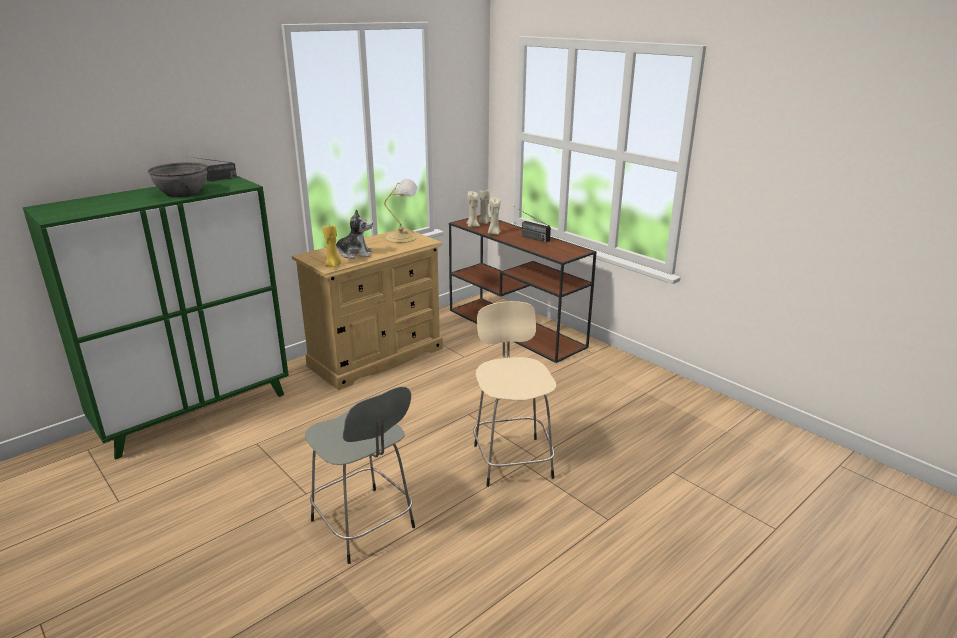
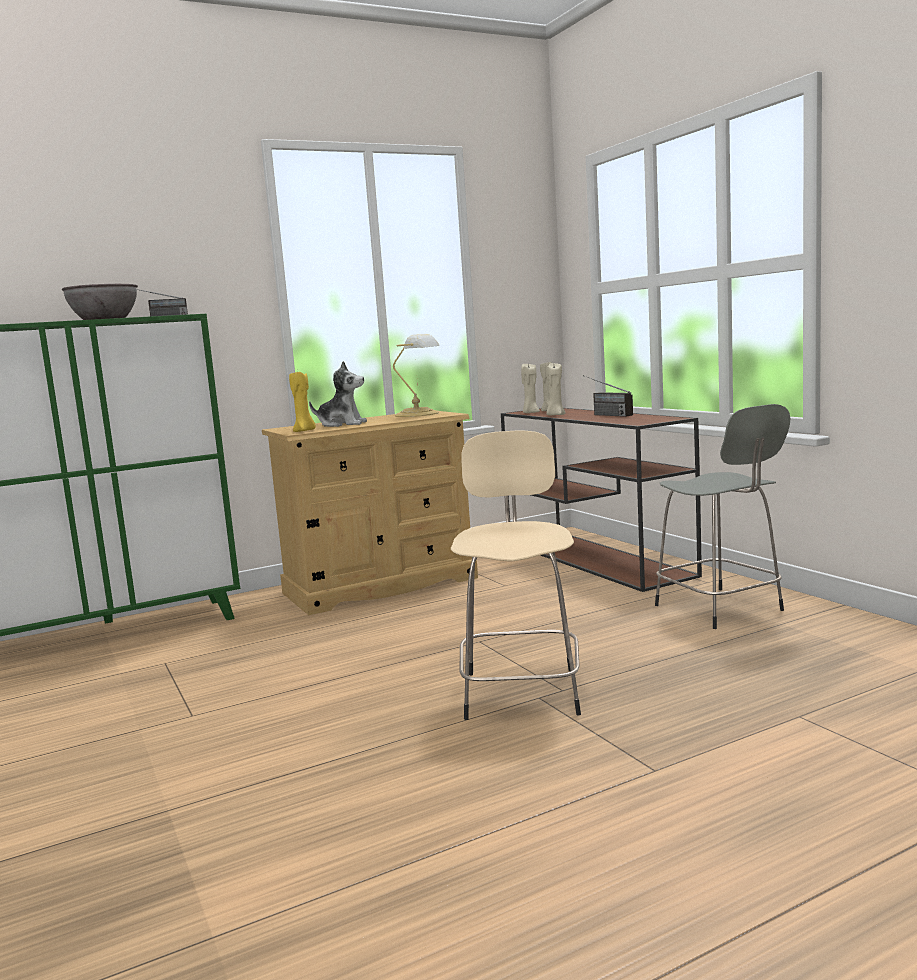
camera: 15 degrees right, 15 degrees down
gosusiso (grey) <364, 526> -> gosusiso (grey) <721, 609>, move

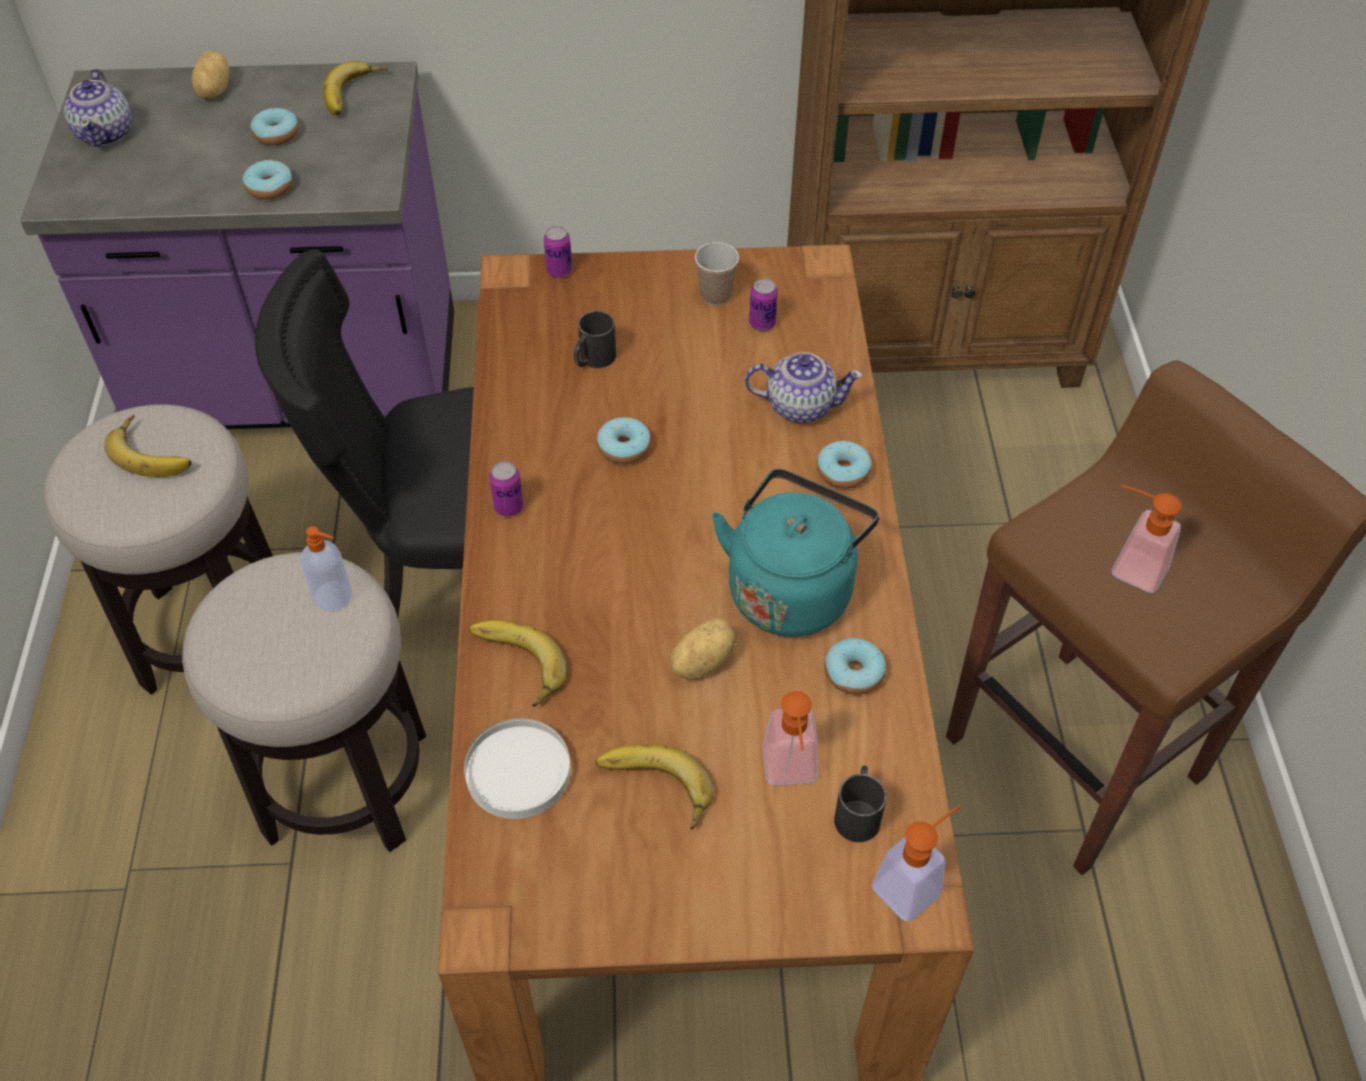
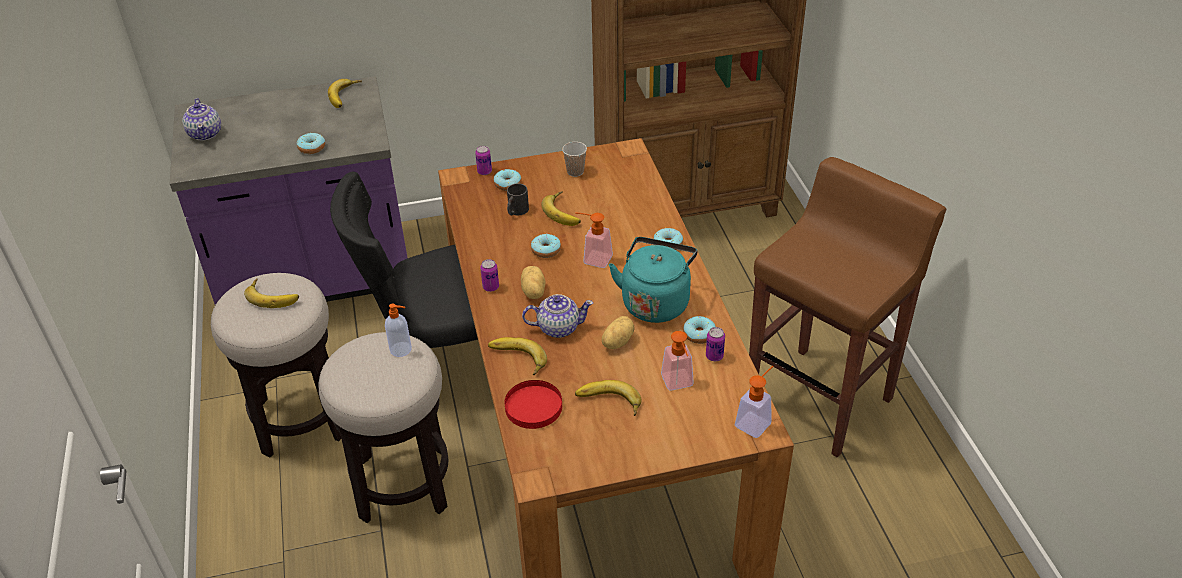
camera: 10 degrees left, 10 degrees down
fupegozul <276, 134> -> fupegozul <507, 184>, move
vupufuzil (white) <517, 771> -> vupufuzil (red) <533, 406>
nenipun <213, 91> -> nenipun <532, 292>, move
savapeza <799, 405> -> savapeza <558, 327>, move
none -> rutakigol <564, 212>
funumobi <1129, 566> -> funumobi <593, 258>, move
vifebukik <762, 323> -> vifebukik <714, 356>, move
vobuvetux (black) <858, 812> -> none

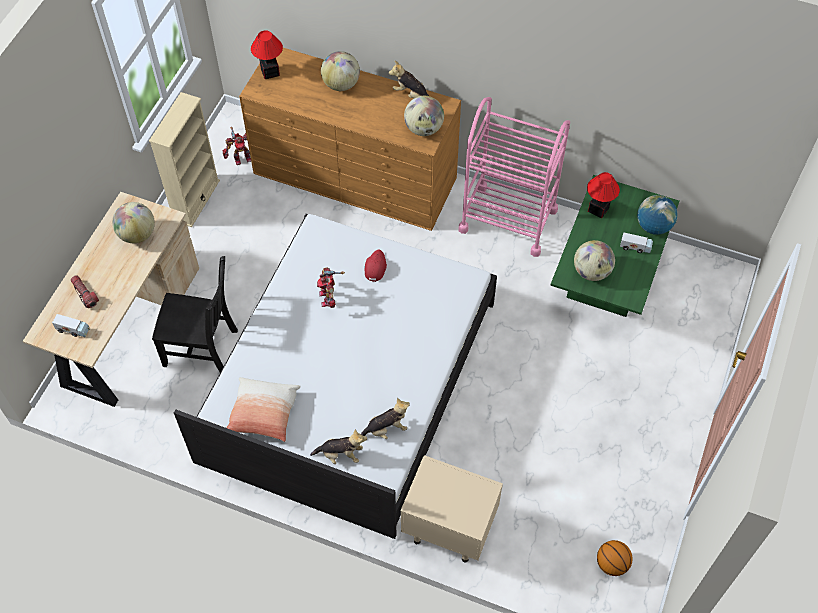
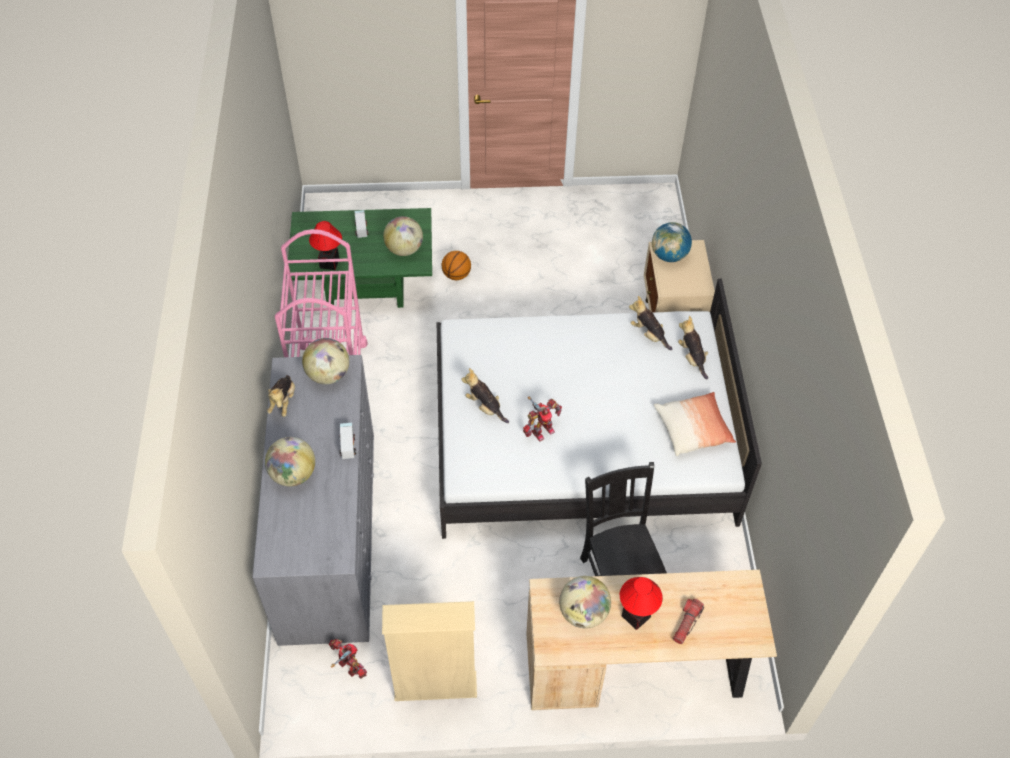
camera: 115 degrees left, 5 degrees down
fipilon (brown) <355, 175> -> fipilon (grey) <328, 533>
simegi <73, 329> -> simegi <347, 444>, move
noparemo <612, 564> -> noparemo <456, 275>, move
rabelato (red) <375, 267> -> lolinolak <485, 407>
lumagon <270, 72> -> lumagon <636, 617>, move
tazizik <653, 226> -> tazizik <669, 256>, move

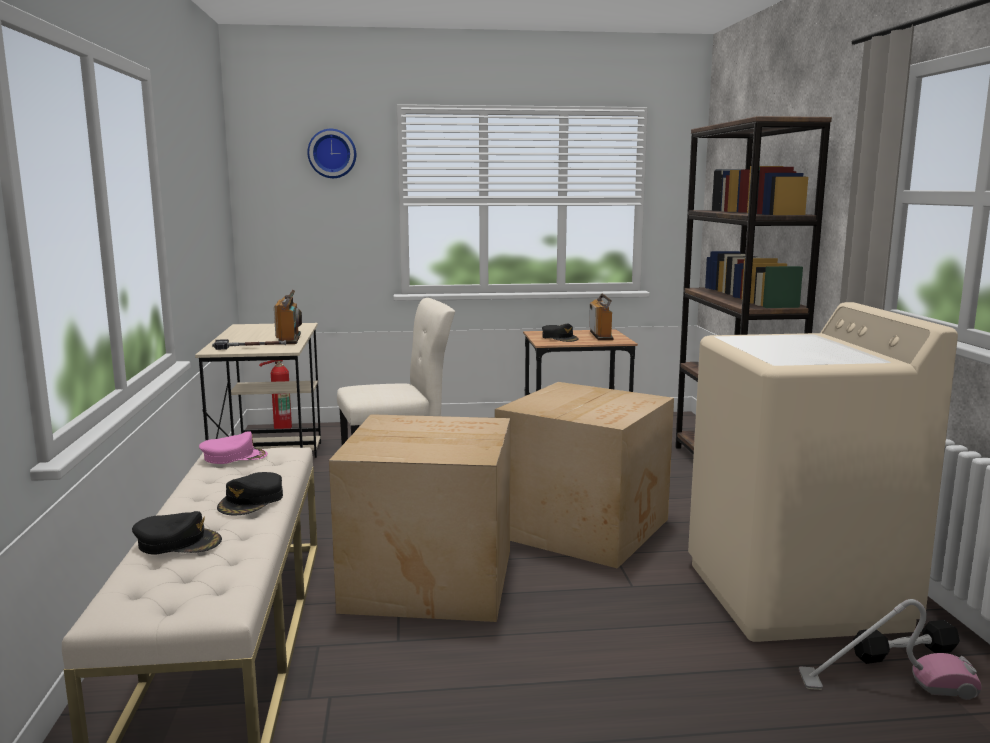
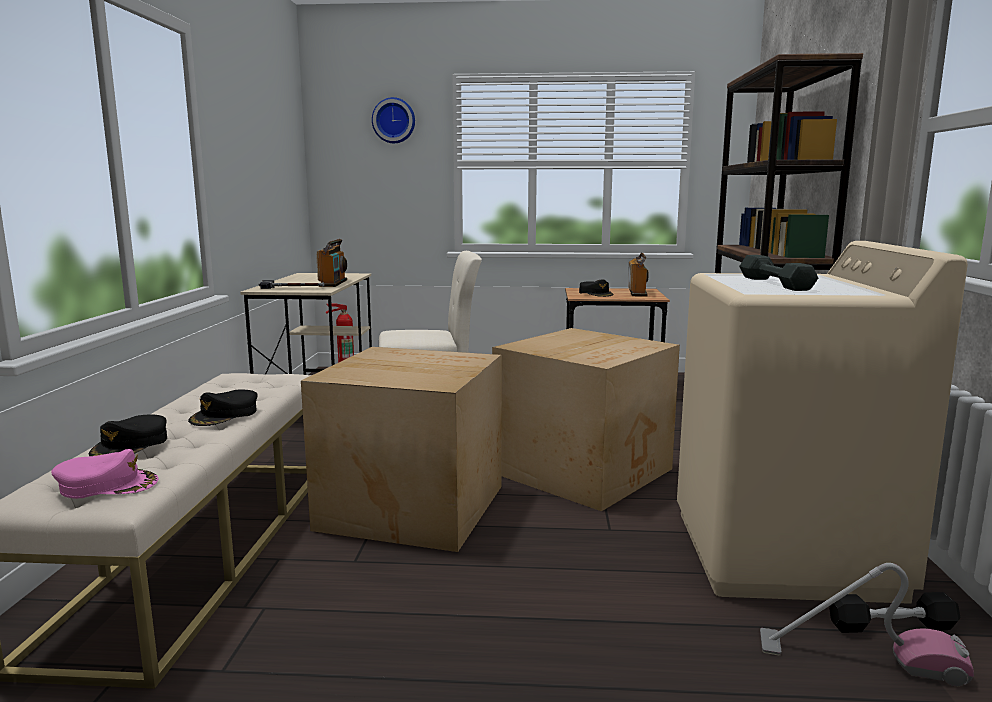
camera: 10 degrees right, 0 degrees up
rabelato (pink) <234, 456> -> rabelato (pink) <107, 485>, move
rabelato (black) <178, 542> -> rabelato (black) <131, 445>, 90 degrees clockwise
none -> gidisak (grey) <775, 283>

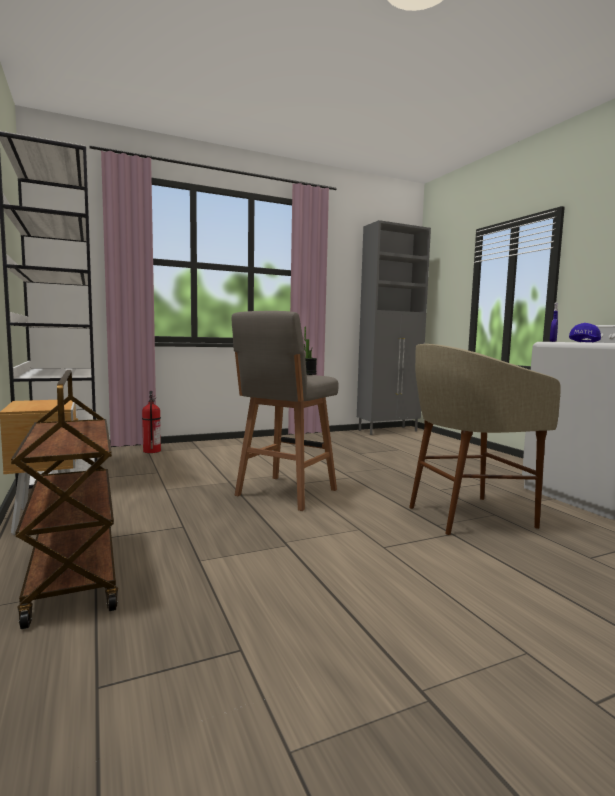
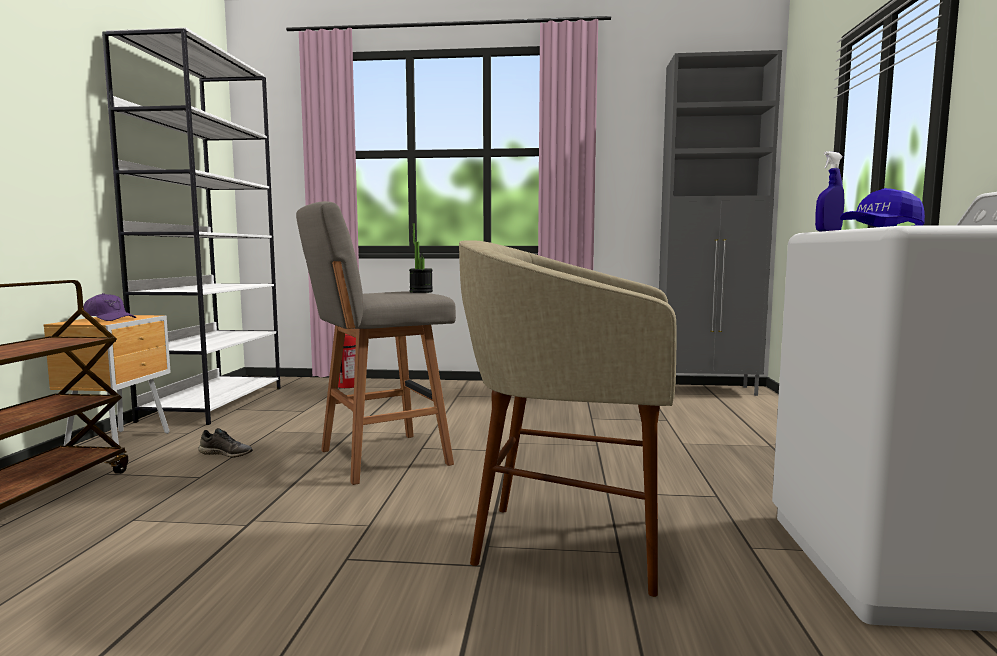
camera: 30 degrees right, 0 degrees up
none -> rabelato (purple) <109, 318>
none -> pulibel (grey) <227, 454>

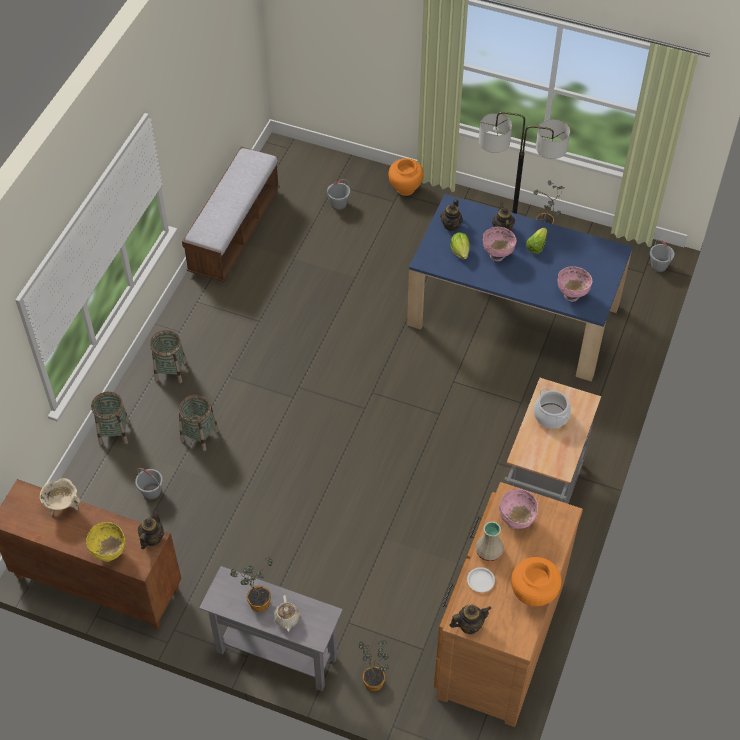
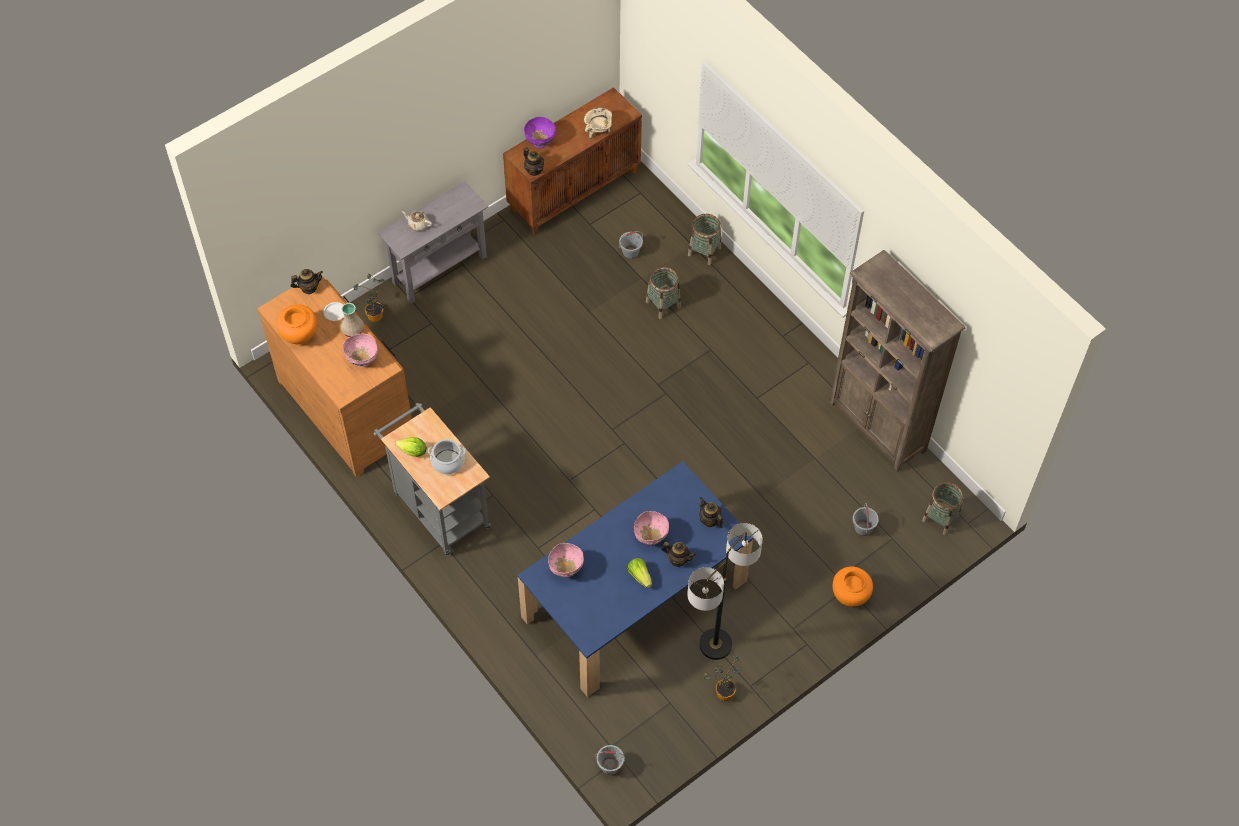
camera: 120 degrees right, 5 degrees up
savapeza <469, 625> -> savapeza <309, 288>, 120 degrees counterclockwise
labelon <460, 251> -> labelon <413, 452>, move
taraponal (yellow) <109, 553> -> taraponal (purple) <540, 143>
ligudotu <235, 231> -> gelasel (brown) <877, 427>
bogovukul <170, 371> -> bogovukul <940, 518>, move
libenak <256, 601> -> none

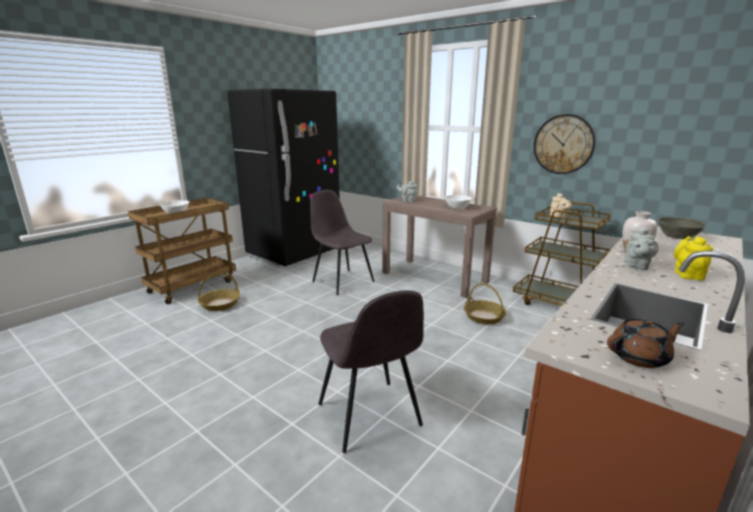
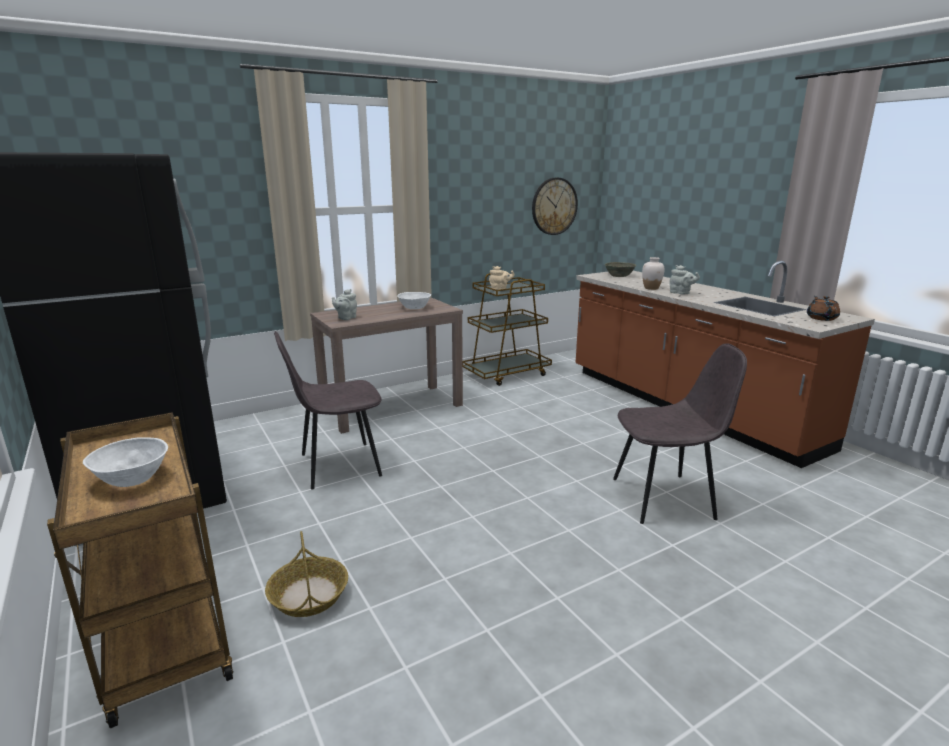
camera: 70 degrees left, 0 degrees up
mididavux <563, 144> -> mididavux <554, 206>, move
bogovukul <484, 317> -> none
savapeza (yellow) <687, 274> -> none

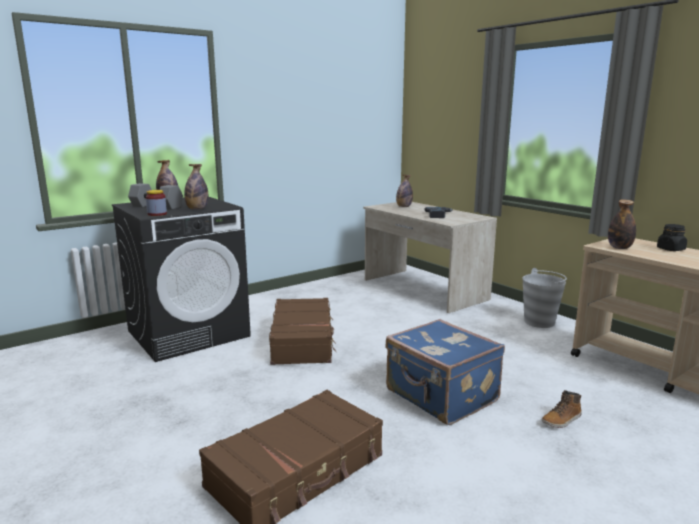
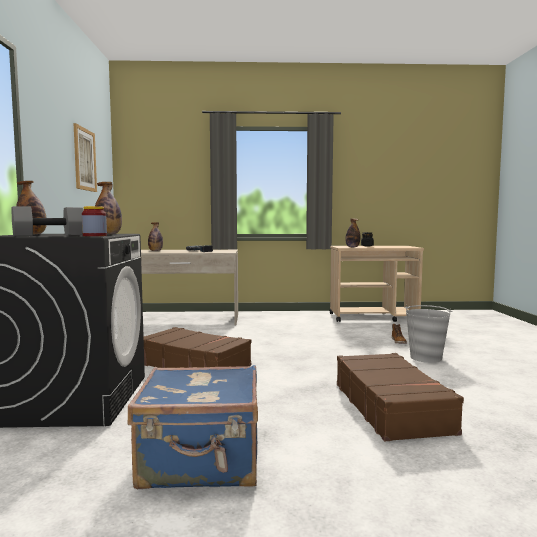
camera: 55 degrees left, 10 degrees down
none -> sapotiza <85, 159>
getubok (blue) <440, 396> -> getubok (blue) <202, 462>, move
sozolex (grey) <539, 322> -> sozolex (grey) <426, 358>, move

